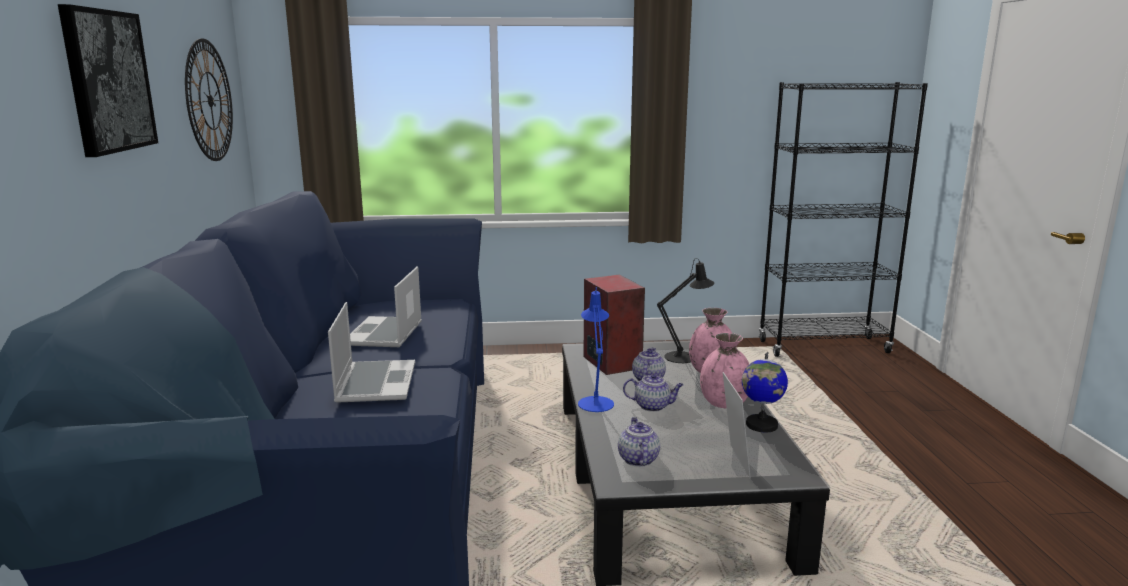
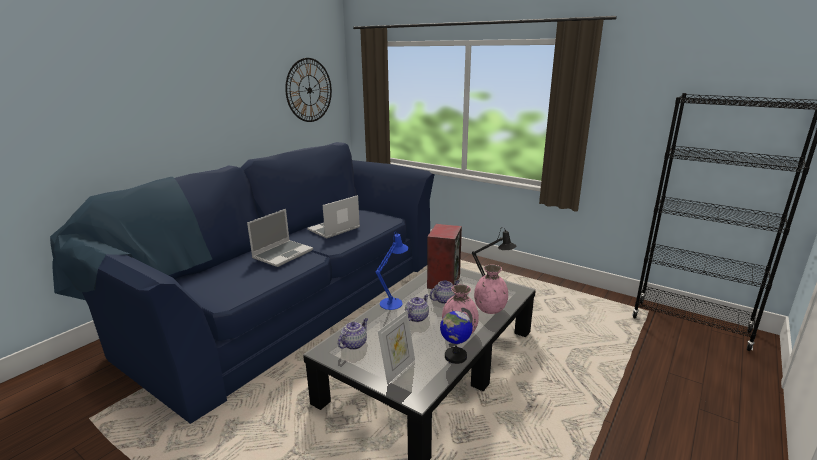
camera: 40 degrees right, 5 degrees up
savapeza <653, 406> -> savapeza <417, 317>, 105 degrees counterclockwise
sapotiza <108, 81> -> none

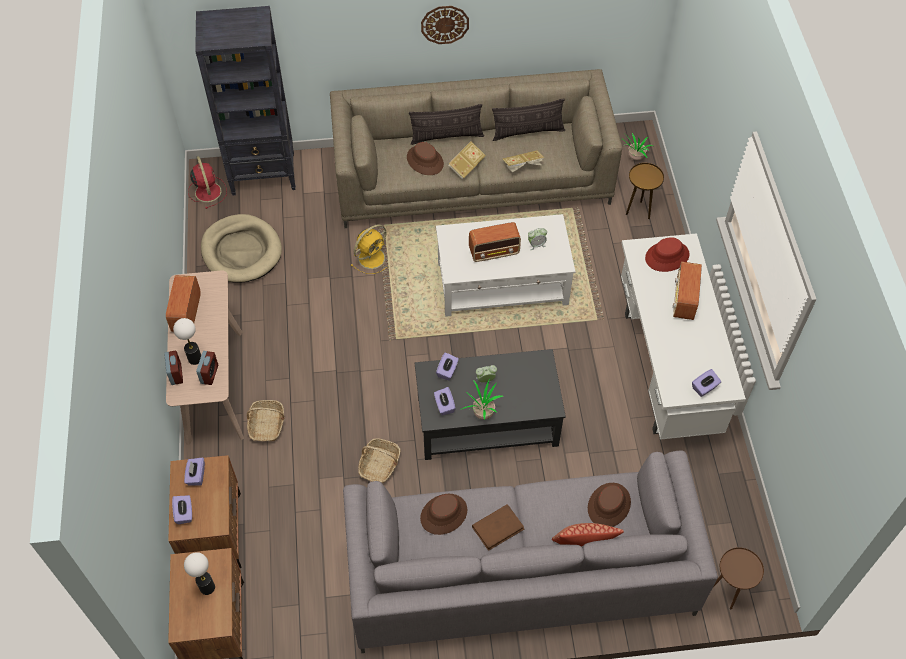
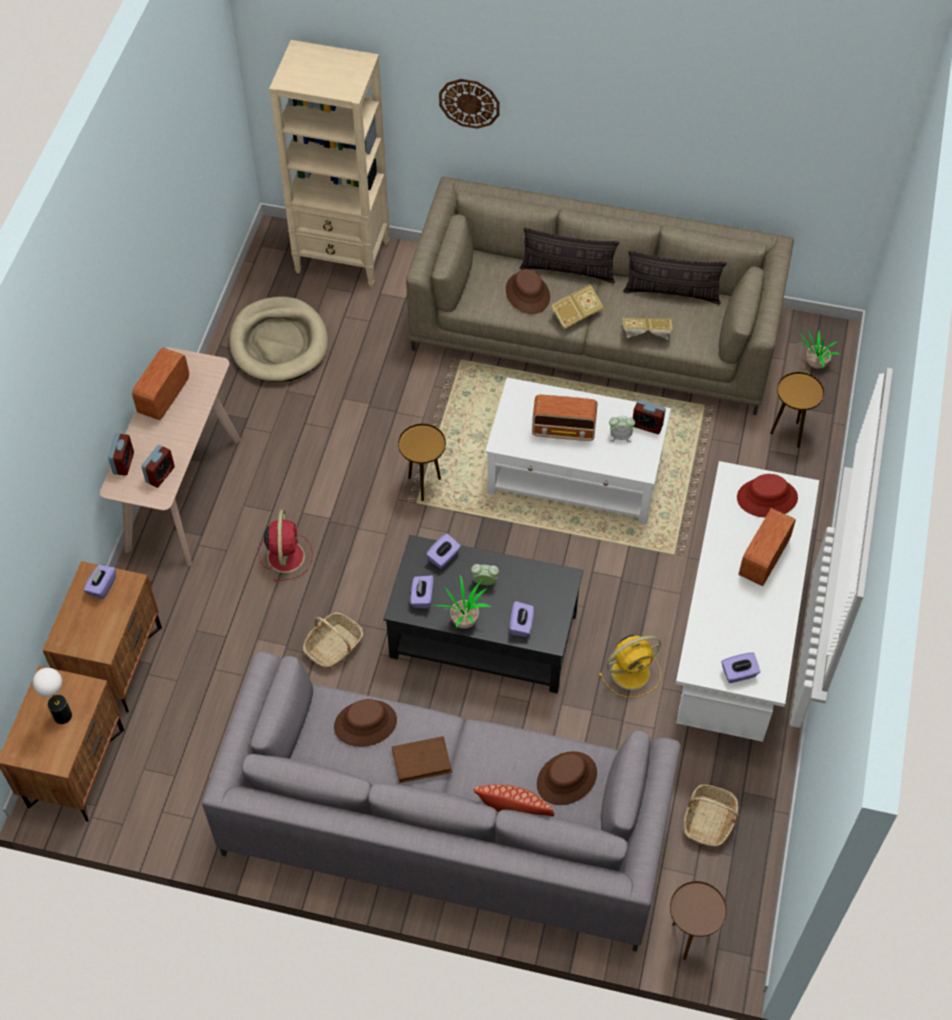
camera: 20 degrees right, 0 degrees up
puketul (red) <207, 191> -> puketul (red) <286, 555>, move
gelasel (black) <264, 174> -> gelasel (beige) <343, 257>
none -> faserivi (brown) <424, 485>
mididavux <444, 24> -> mididavux <469, 103>, move
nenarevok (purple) <184, 513> -> nenarevok (purple) <521, 625>, move
puketul (yellow) <372, 257> -> puketul (yellow) <632, 671>, move
none -> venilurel <647, 425>
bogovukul <267, 425> -> bogovukul <709, 820>, move
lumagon <195, 358> -> none

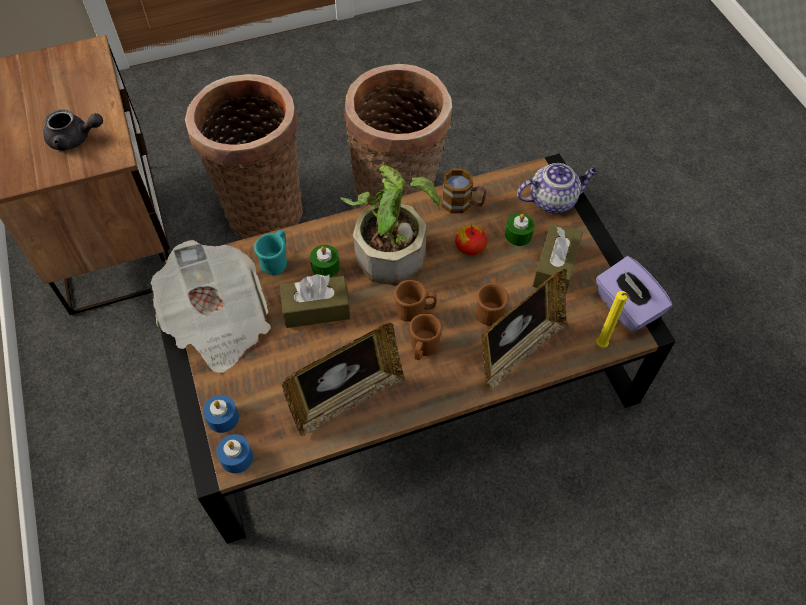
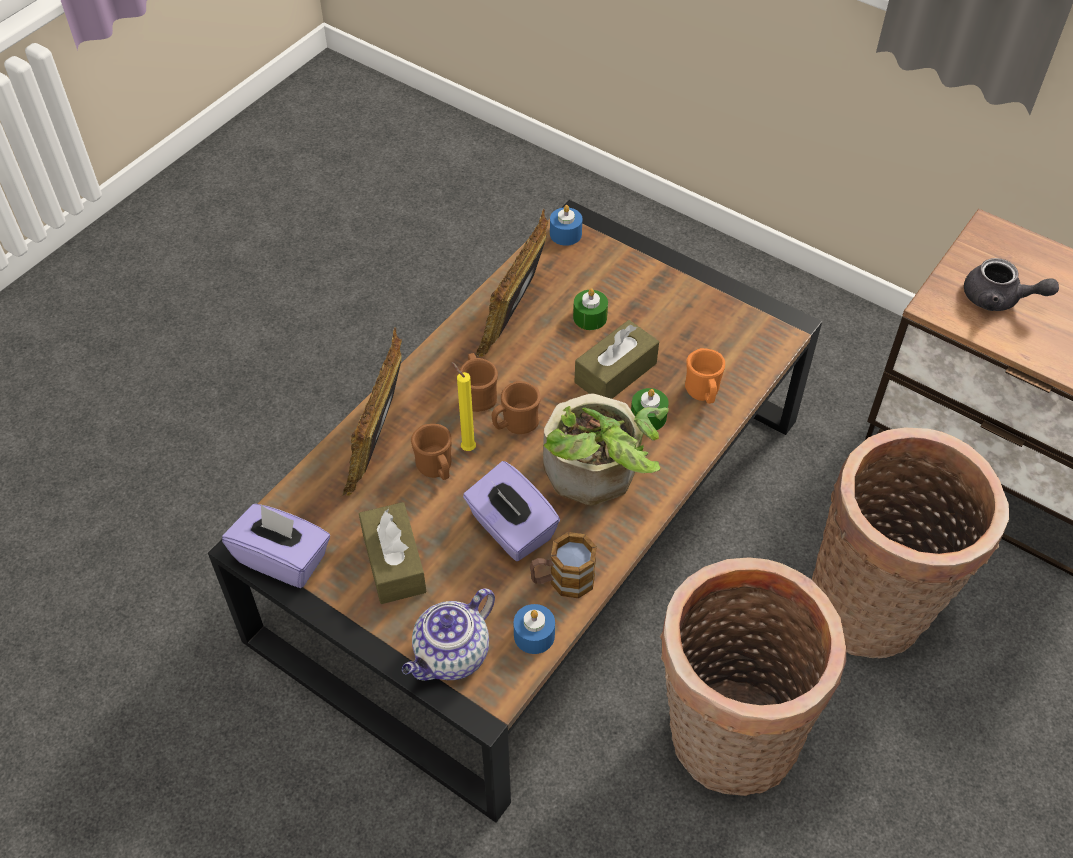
camera: 145 degrees right, 5 degrees down
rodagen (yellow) <602, 346> -> rodagen (yellow) <466, 447>, move
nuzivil <470, 247> -> nenarevok (purple) <510, 529>
rodagen (blue) <223, 418> -> rodagen (blue) <534, 635>, move
rodagen (green) <518, 235> -> rodagen (green) <590, 317>, move
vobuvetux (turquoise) <276, 261> -> vobuvetux (orange) <703, 394>
savapeza (grey) <75, 139> -> savapeza (grey) <999, 299>, 120 degrees counterclockwise
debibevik <217, 322> -> none

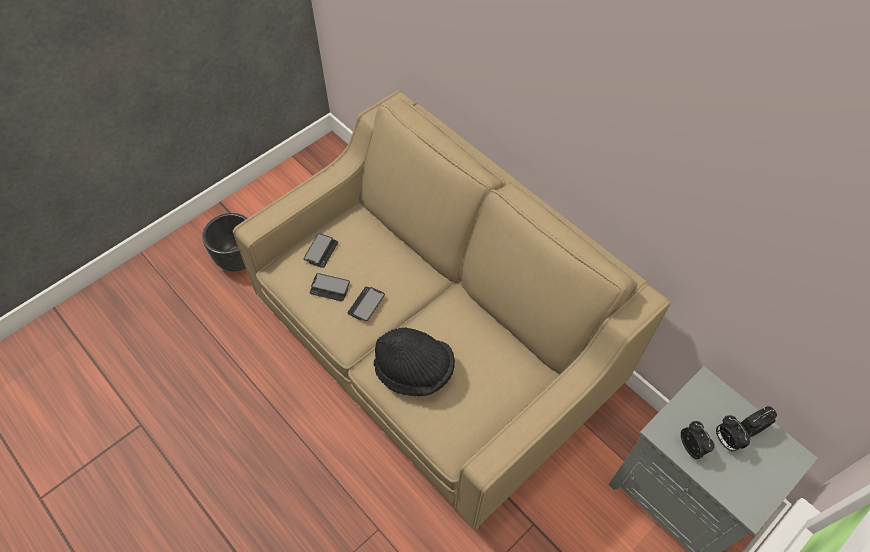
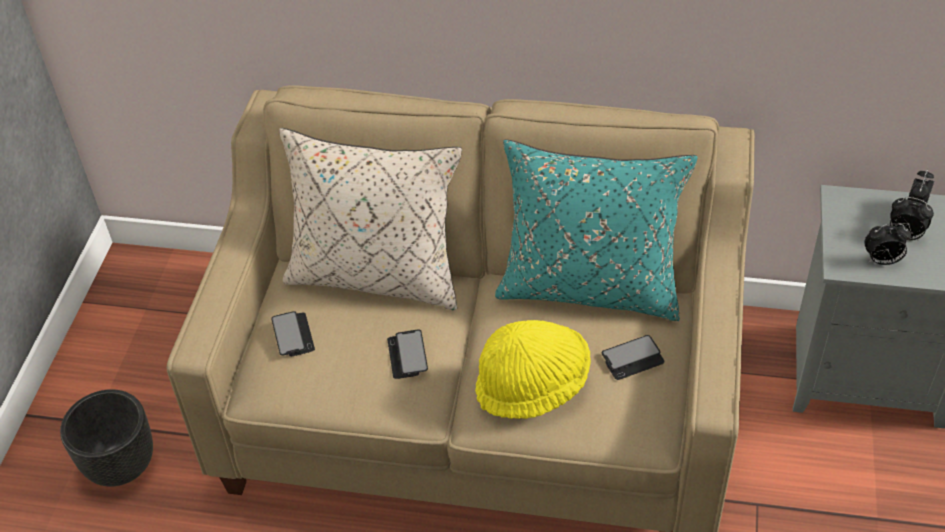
camera: 35 degrees left, 10 degrees down
none -> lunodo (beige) <377, 275>
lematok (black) <414, 371> -> lematok (yellow) <533, 386>
none -> lunodo (turquoise) <589, 287>
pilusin <330, 288> -> pilusin <632, 359>, move
venilurel <691, 447> -> venilurel <881, 261>, 150 degrees clockwise

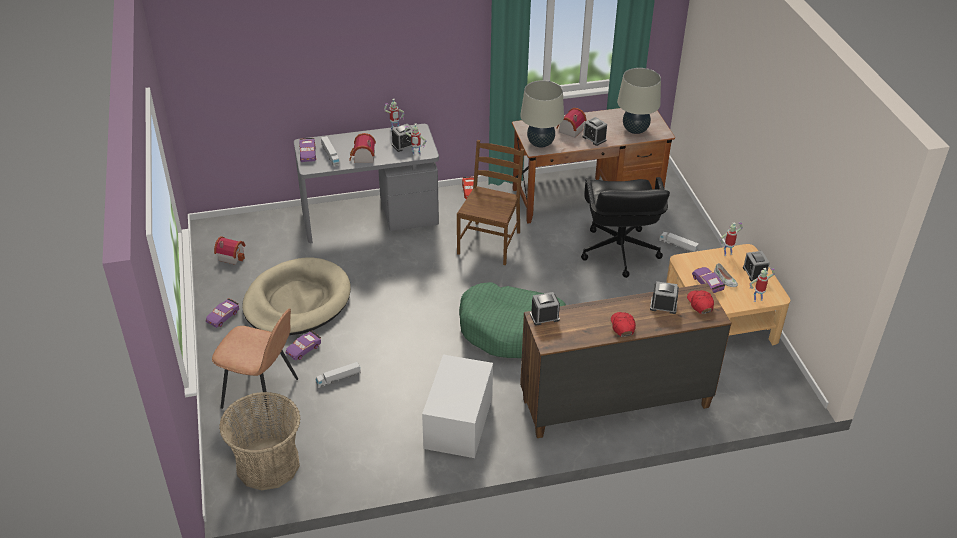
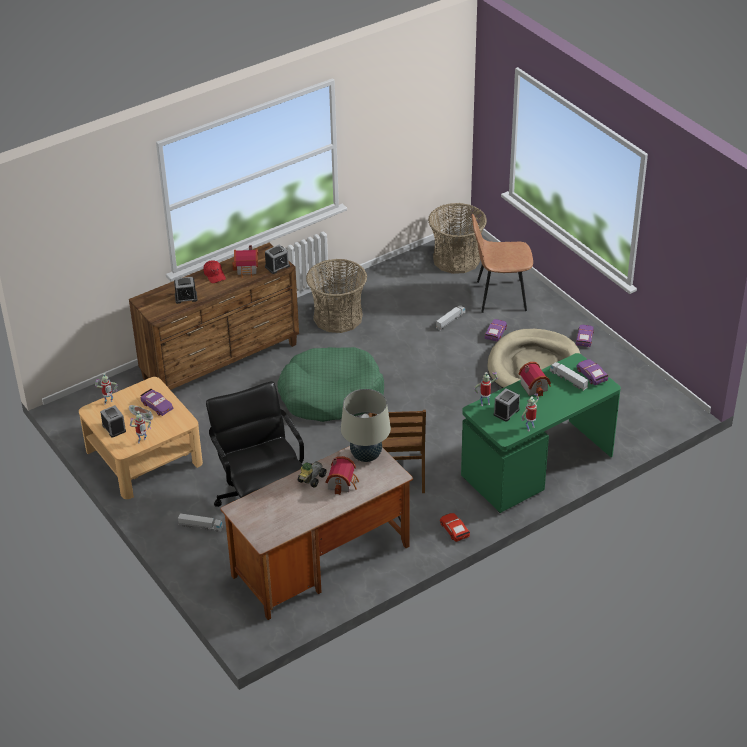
camera: 160 degrees right, 0 degrees up
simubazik <231, 255> -> simubazik <247, 269>, move
venilurel <594, 138> -> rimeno <310, 479>
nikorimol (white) <458, 422> -> bogovukul <338, 317>
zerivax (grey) <370, 216> -> zerivax (green) <537, 467>
lumagon (beige) <635, 130> -> none
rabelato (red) <700, 304> -> none

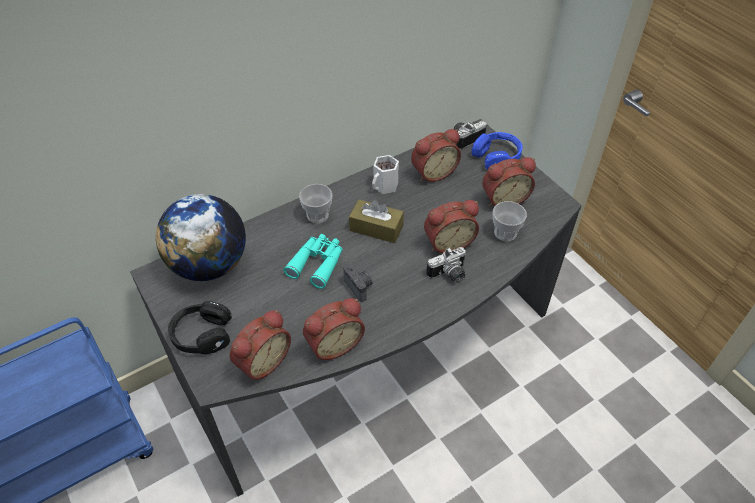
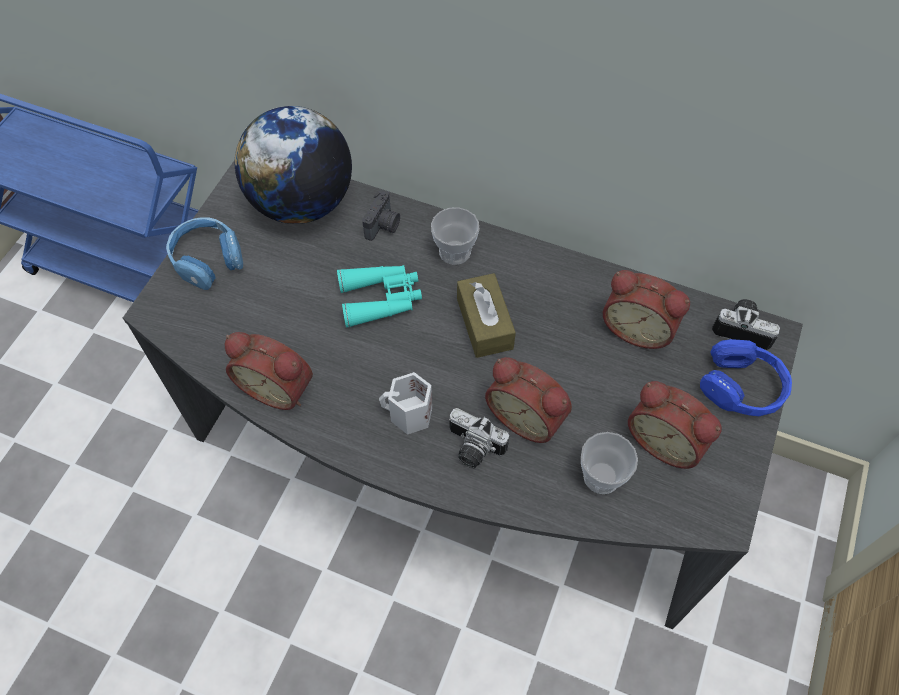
camera: 55 degrees right, 10 degrees up
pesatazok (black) <202, 335> -> pesatazok (blue) <207, 260>
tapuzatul <359, 287> -> tapuzatul <383, 225>, move
vobuvetux (white) <385, 186> -> vobuvetux (white) <409, 416>, move
venilurel <262, 361> -> none

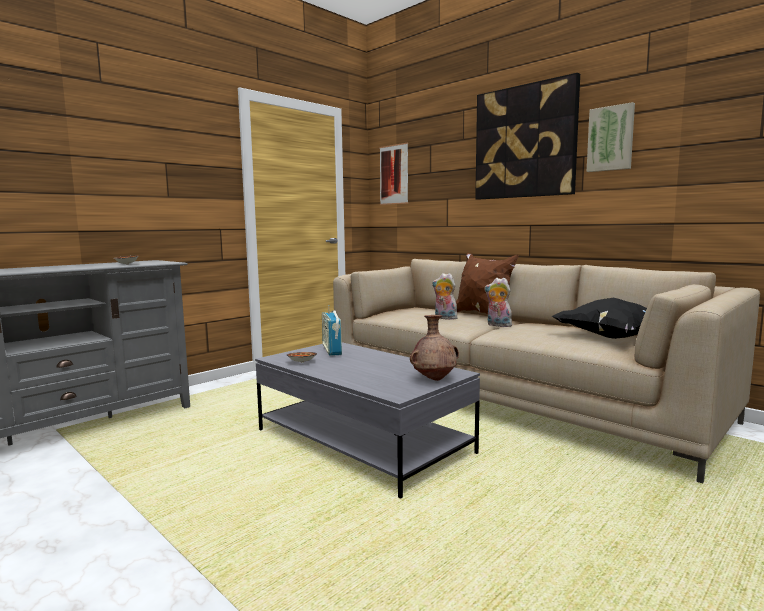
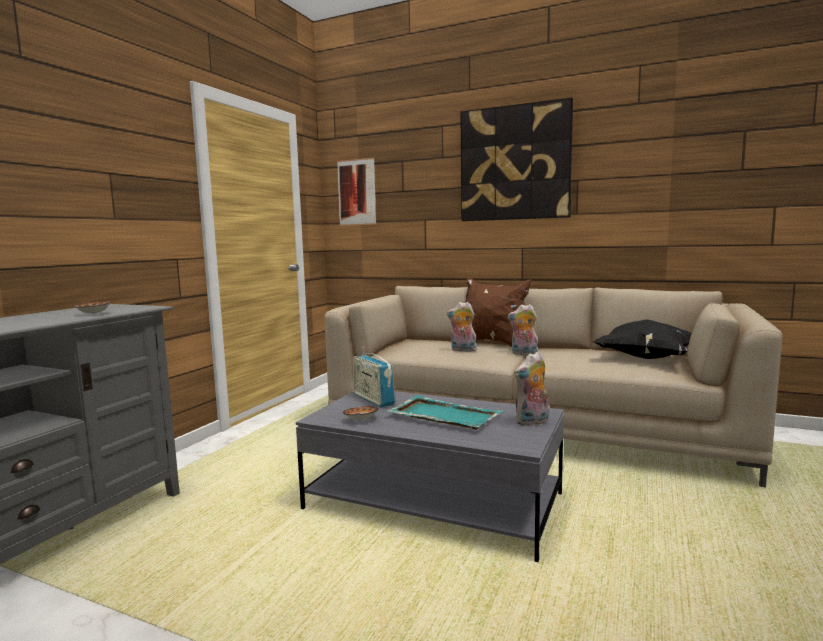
camera: 20 degrees left, 0 degrees up
none -> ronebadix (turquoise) <443, 415>
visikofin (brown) <435, 379> -> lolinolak <532, 422>
sapotiza <611, 139> -> none

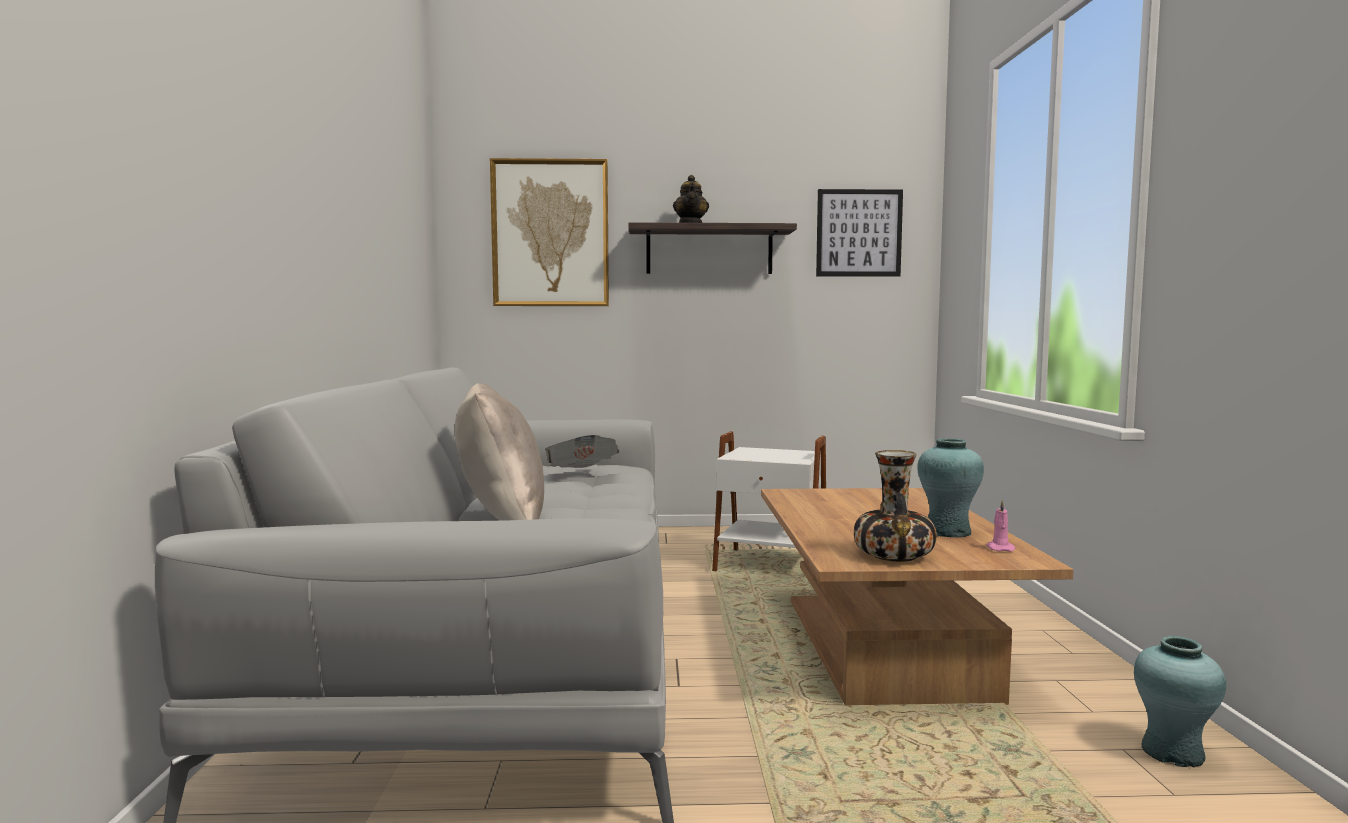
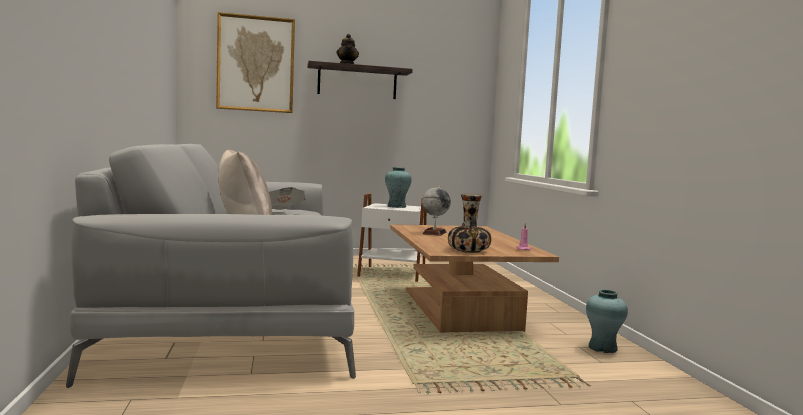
camera: 10 degrees left, 0 degrees up
visikofin (turquoise) <947, 531> -> visikofin (turquoise) <396, 206>, move
none -> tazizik <434, 233>
sapotiza <859, 233> -> none

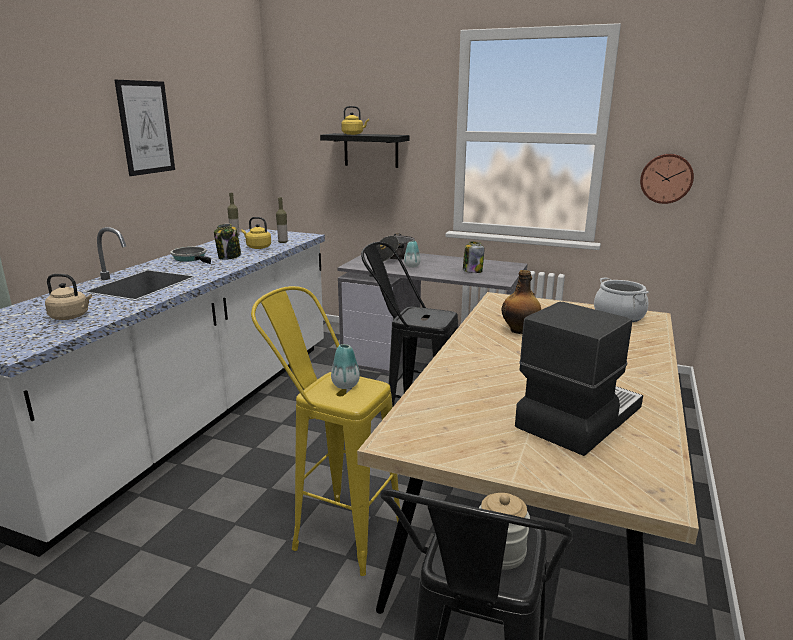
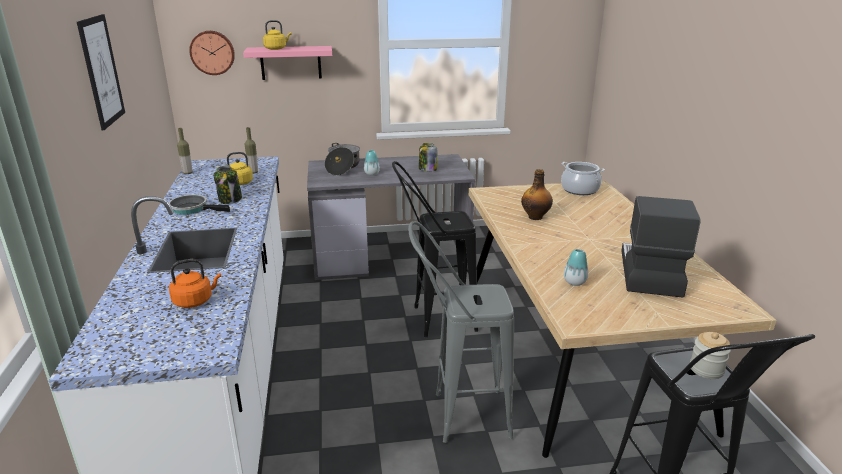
camera: 30 degrees left, 5 degrees up
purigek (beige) <71, 317> -> purigek (orange) <195, 301>
mididavux <666, 178> -> mididavux <212, 52>, move
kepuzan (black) <371, 150> -> kepuzan (pink) <290, 63>
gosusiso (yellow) <334, 530> -> gosusiso (grey) <458, 416>
visikofin <345, 385> -> visikofin <574, 282>, move

